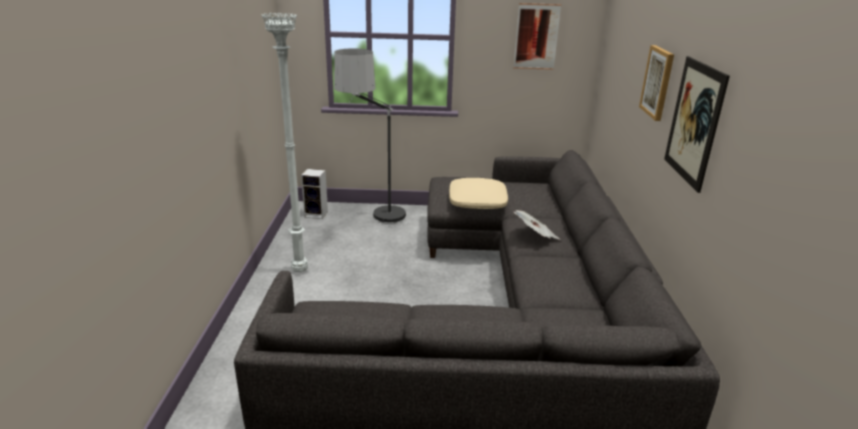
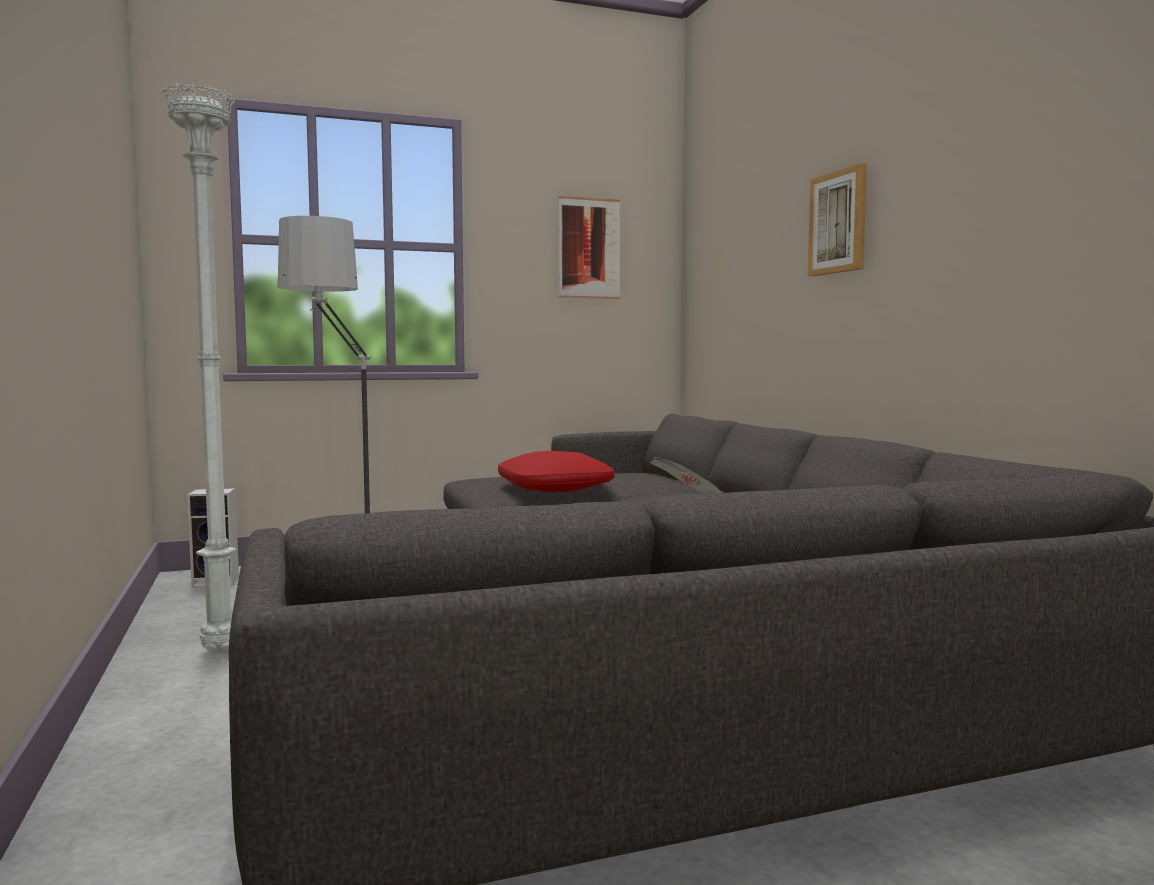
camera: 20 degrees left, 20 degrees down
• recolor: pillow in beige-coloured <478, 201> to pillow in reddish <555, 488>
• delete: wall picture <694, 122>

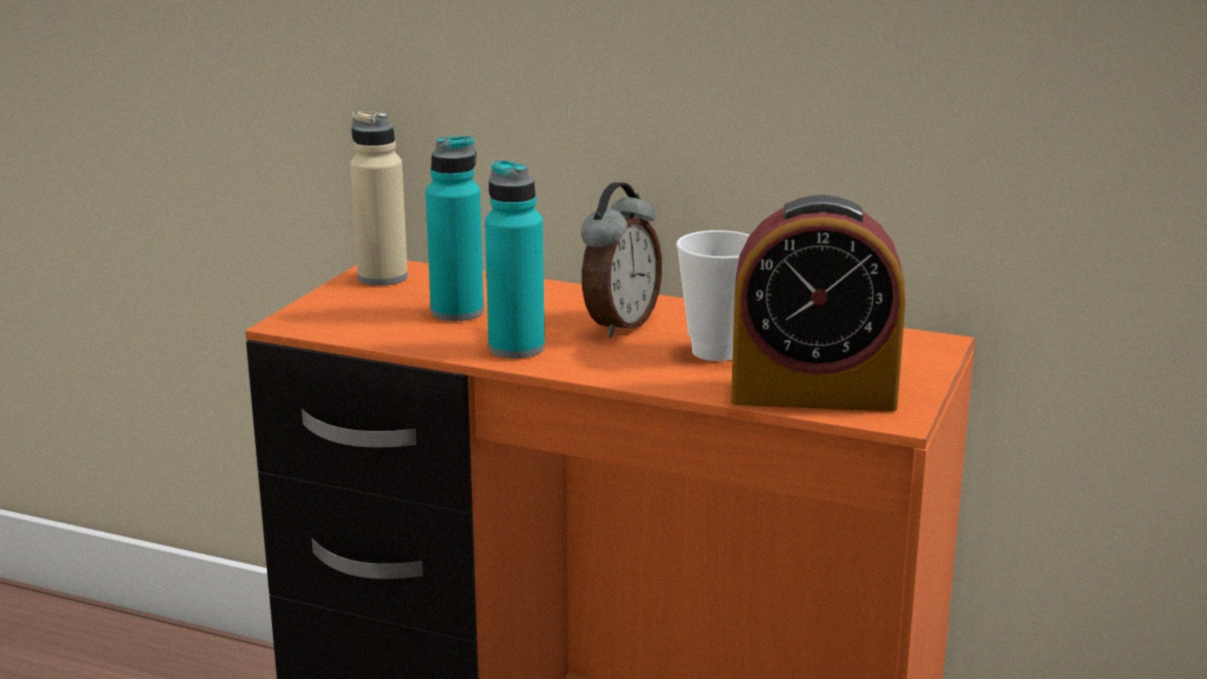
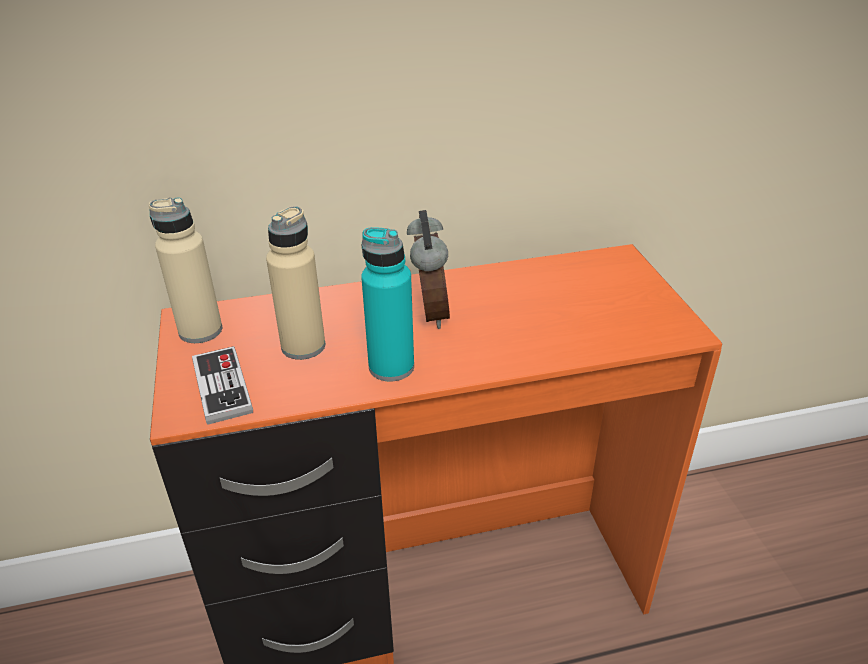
camera: 35 degrees left, 15 degrees up
• insert: game controller <222, 387>
• recolor: bottle in turquoise-coloured <457, 312> to bottle in beige-coloured <303, 346>
• delete: cup <716, 351>
• delete: table clock <813, 394>

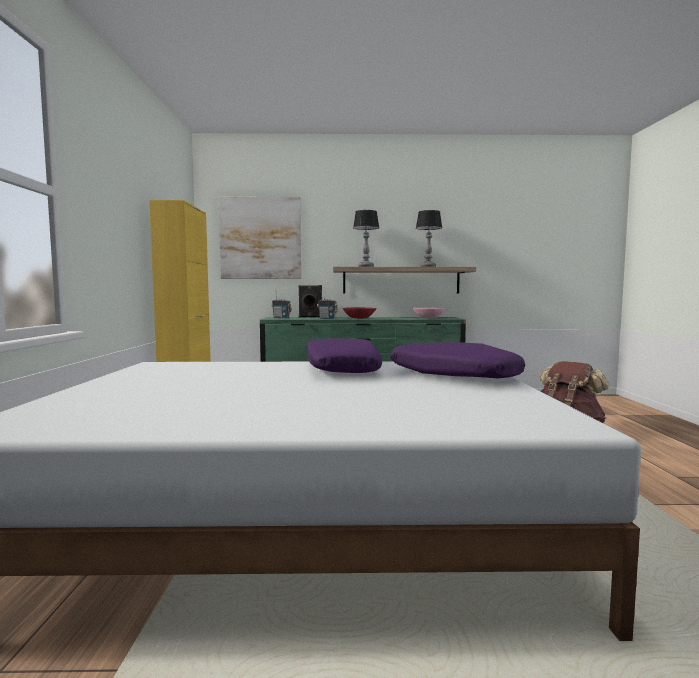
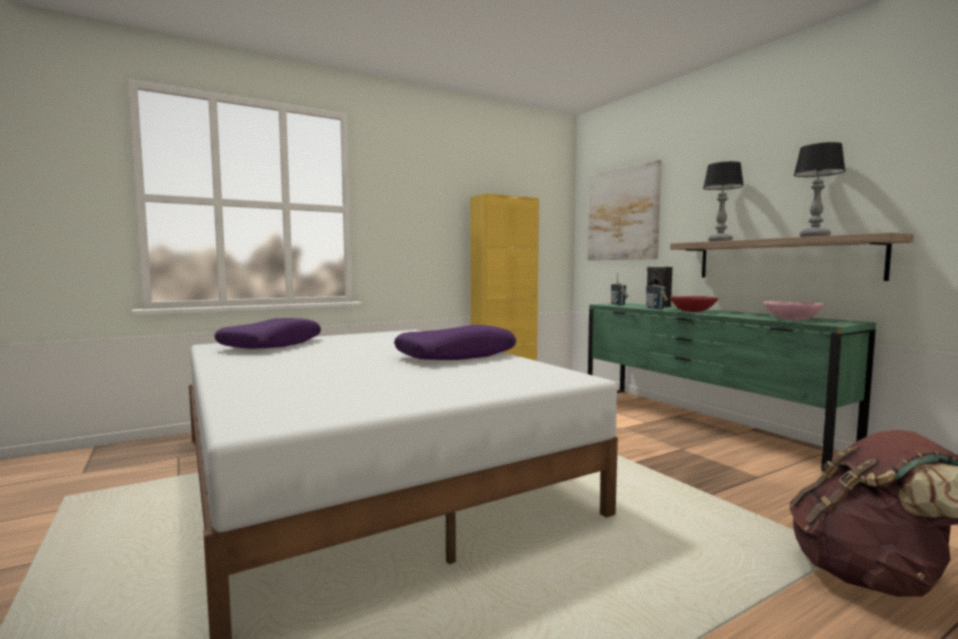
camera: 60 degrees right, 0 degrees up
• move: pillow in purple <453, 375> to <271, 345>

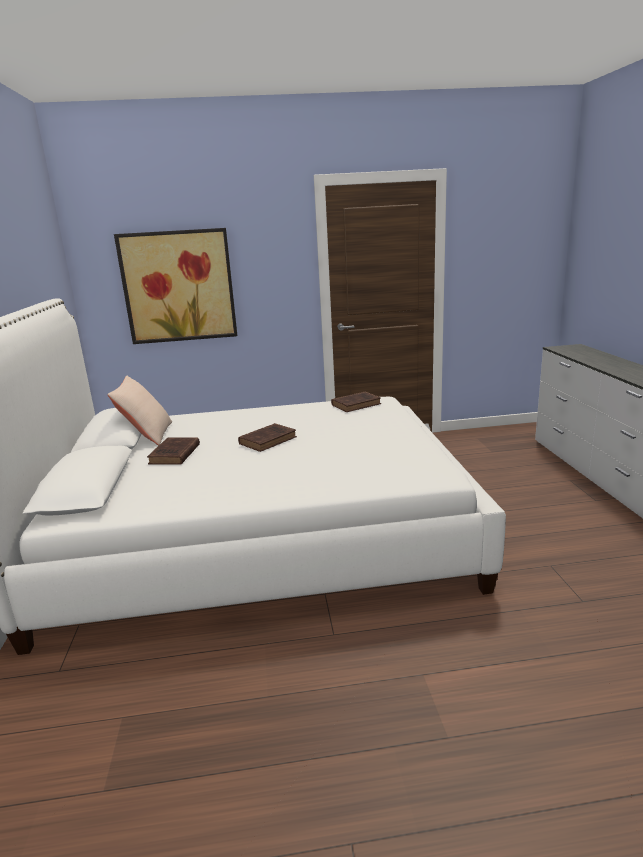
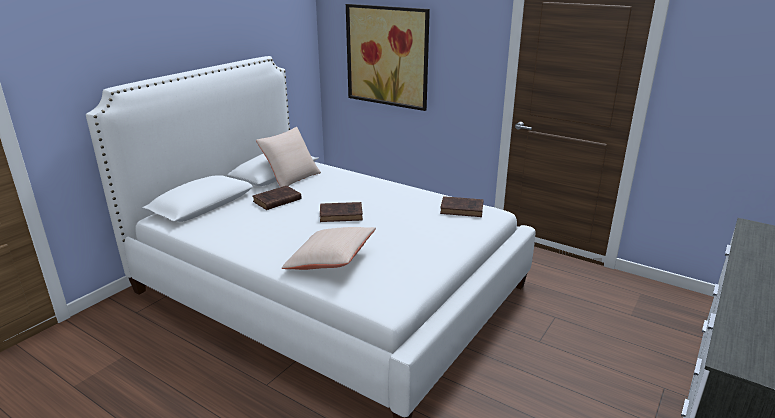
camera: 40 degrees right, 5 degrees up
• insert: pillow in beige-coloured <330, 260>

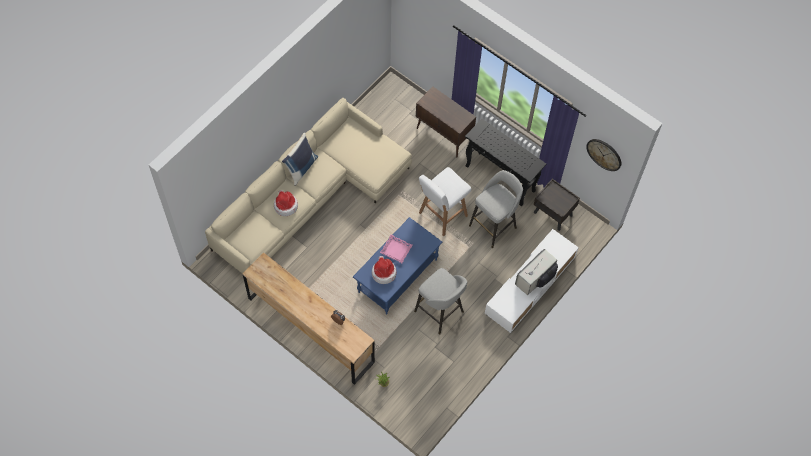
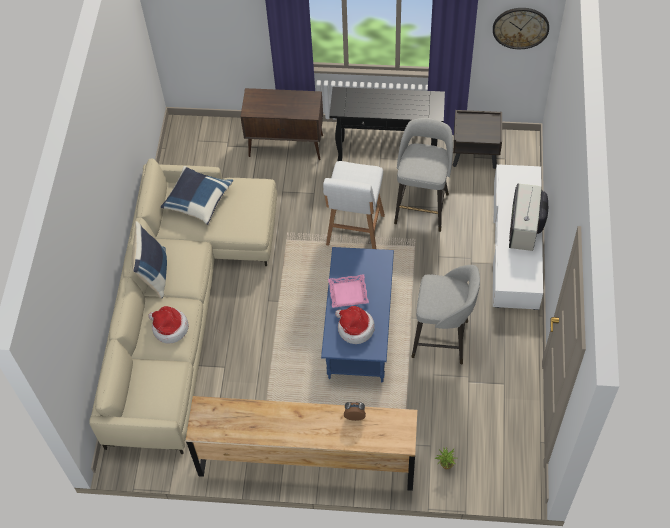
camera: 30 degrees left, 5 degrees down
• insert: pillow in blue-coloured <198, 201>

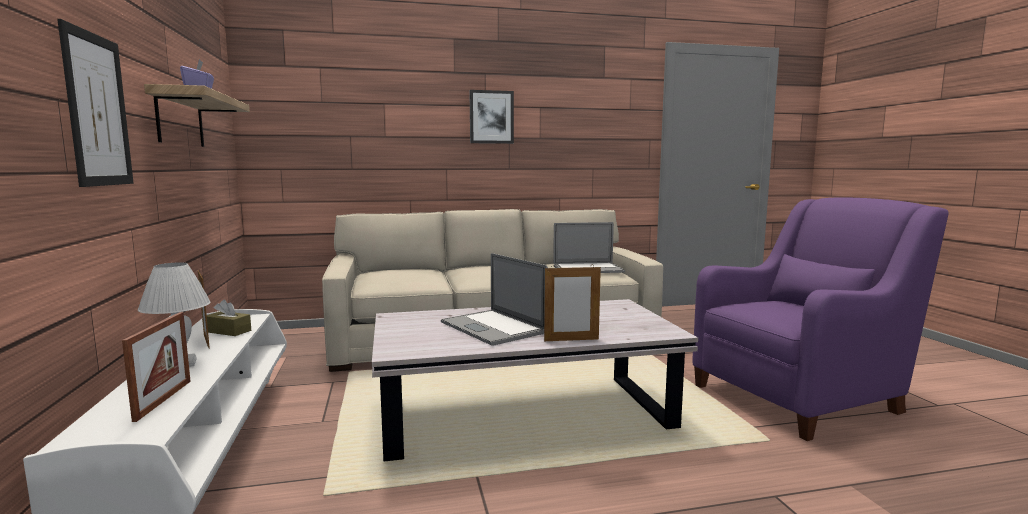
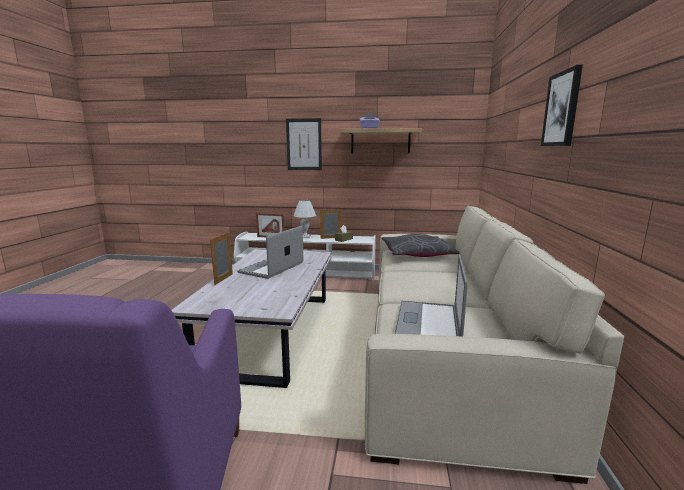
camera: 110 degrees right, 5 degrees up
• rotate: laptop <492, 327> = <271, 268> 45 degrees counterclockwise
• insert: pillow in grey <417, 254>

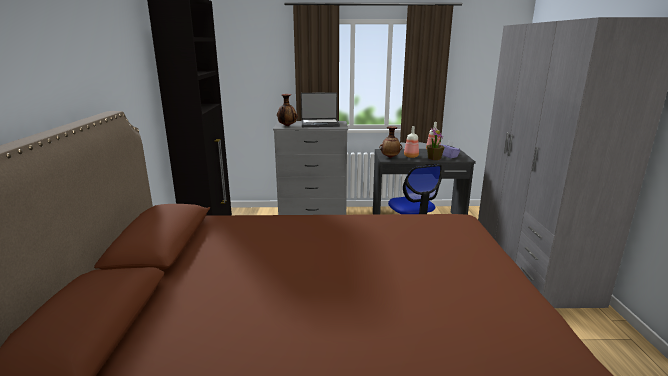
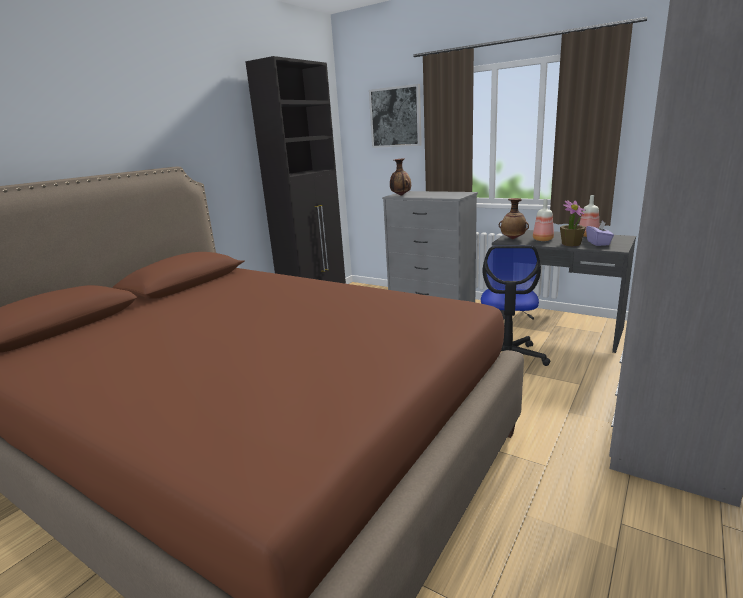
camera: 35 degrees right, 0 degrees up
• insert: wall picture <396, 117>
• delete: laptop <320, 124>

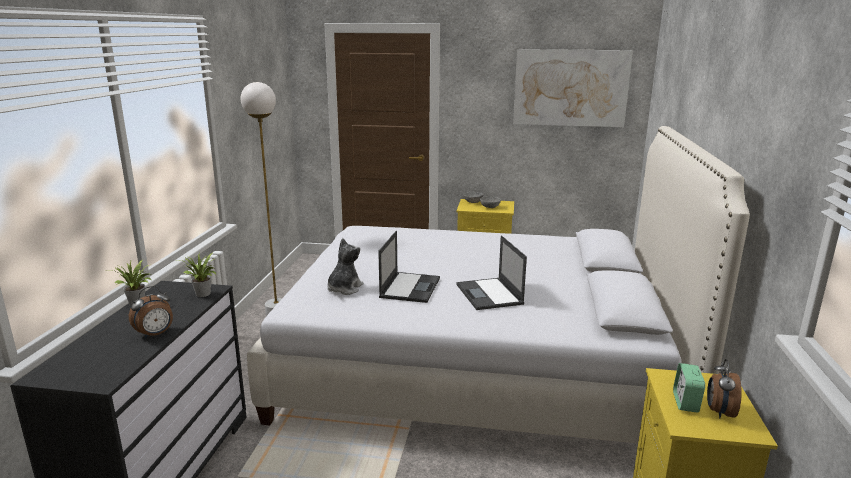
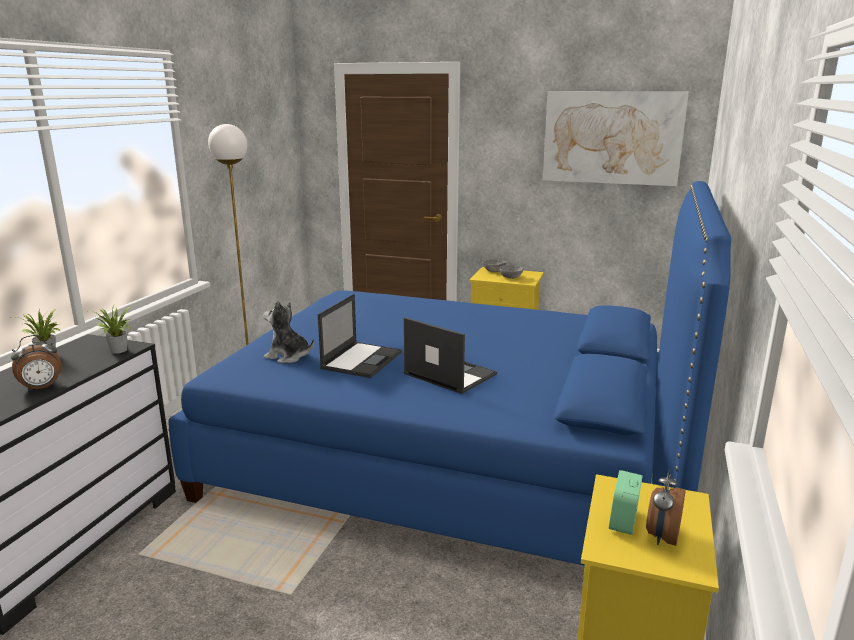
camera: 10 degrees right, 0 degrees up
• recolor: sleeping bed in white-coloured <478, 365> to sleeping bed in blue-coloured <454, 458>
• rotate: cuddly toy <344, 288> = <288, 356> 105 degrees counterclockwise
• rotate: laptop <489, 294> = <449, 374> 135 degrees clockwise

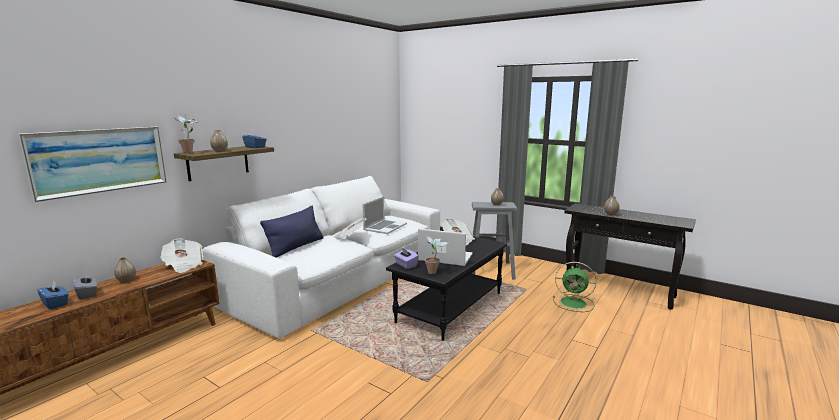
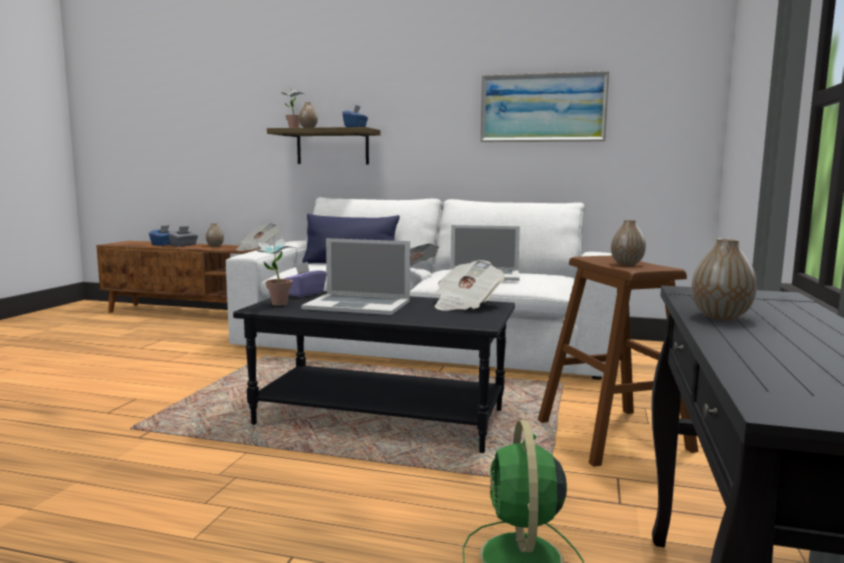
camera: 70 degrees right, 5 degrees down
• rotate: laptop <445, 257> = <357, 305> 105 degrees clockwise
• move: wall picture <99, 160> to <542, 108>
• recolor: sitting stool in grey <491, 270> to sitting stool in brownish <613, 436>

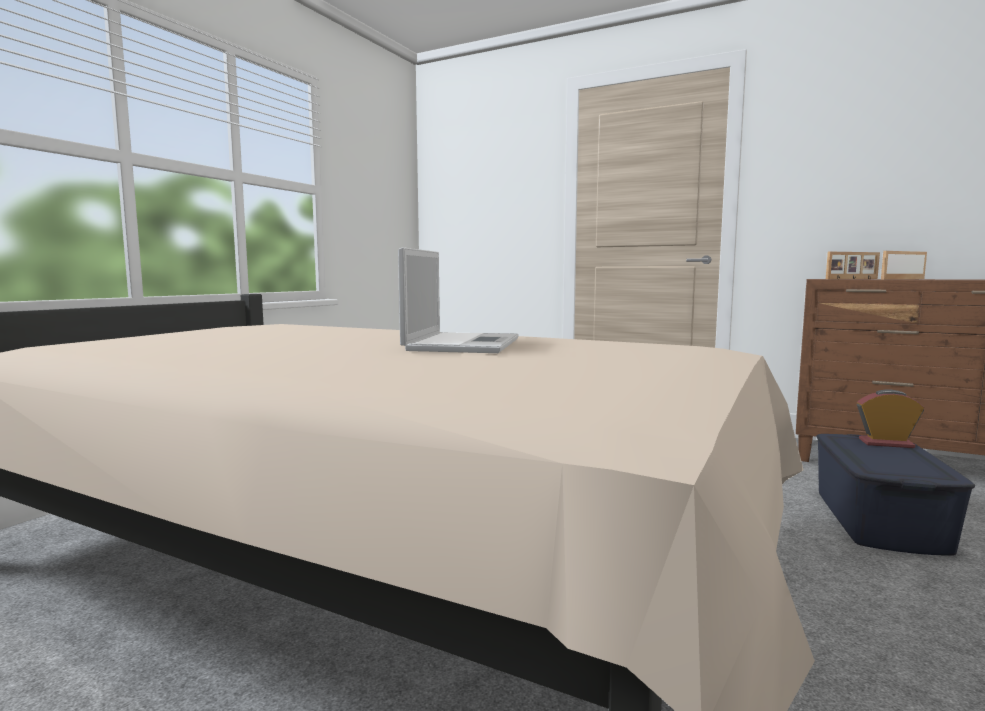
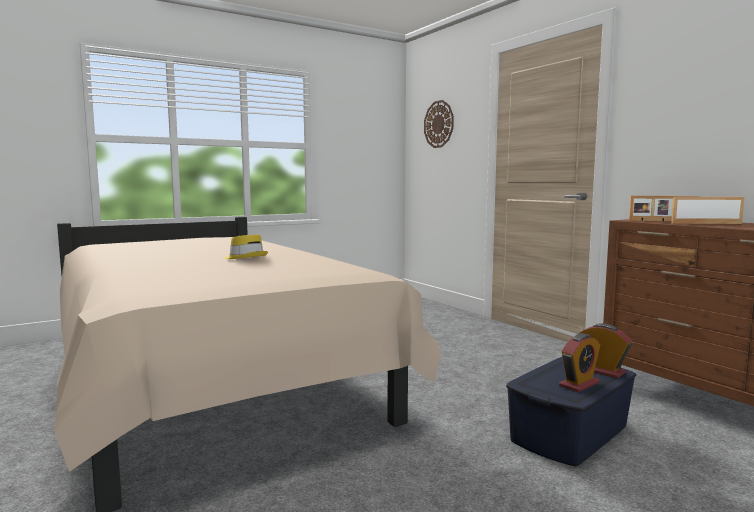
camera: 30 degrees right, 0 degrees up
• replace: laptop <463, 344> to hat in yellow <245, 257>
• insert: clock on the wall <439, 124>
• insert: table clock <579, 384>

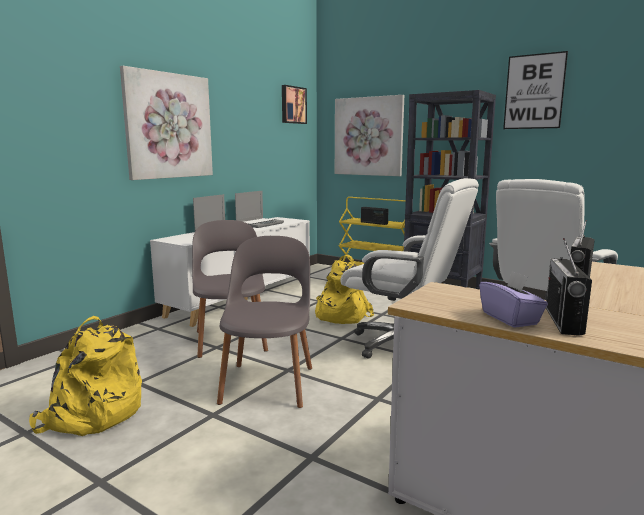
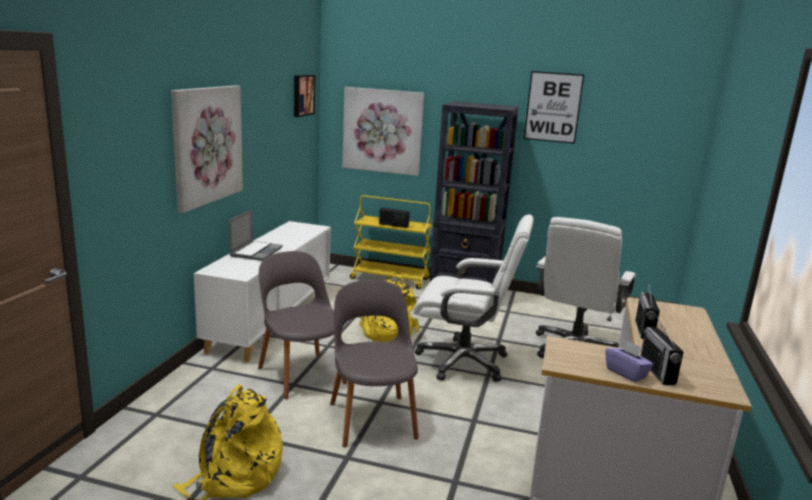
camera: 20 degrees left, 5 degrees up
• delete: laptop <260, 224>

